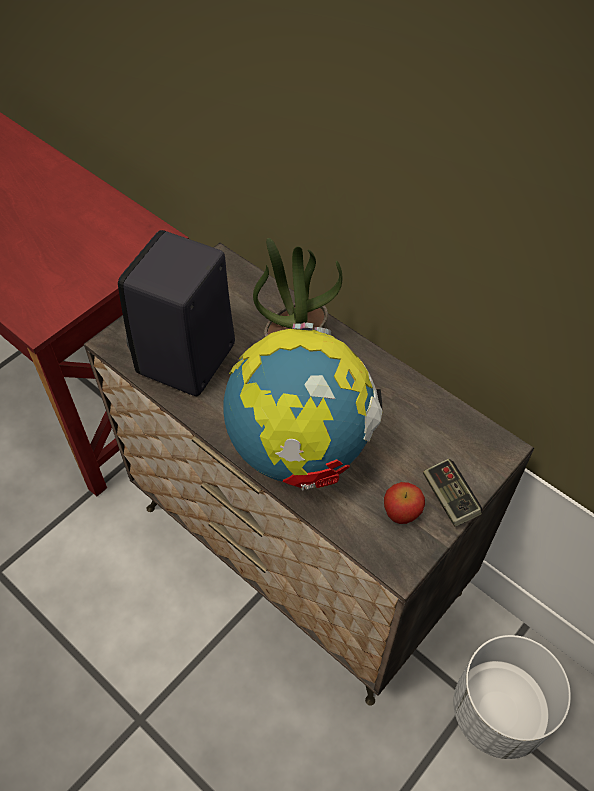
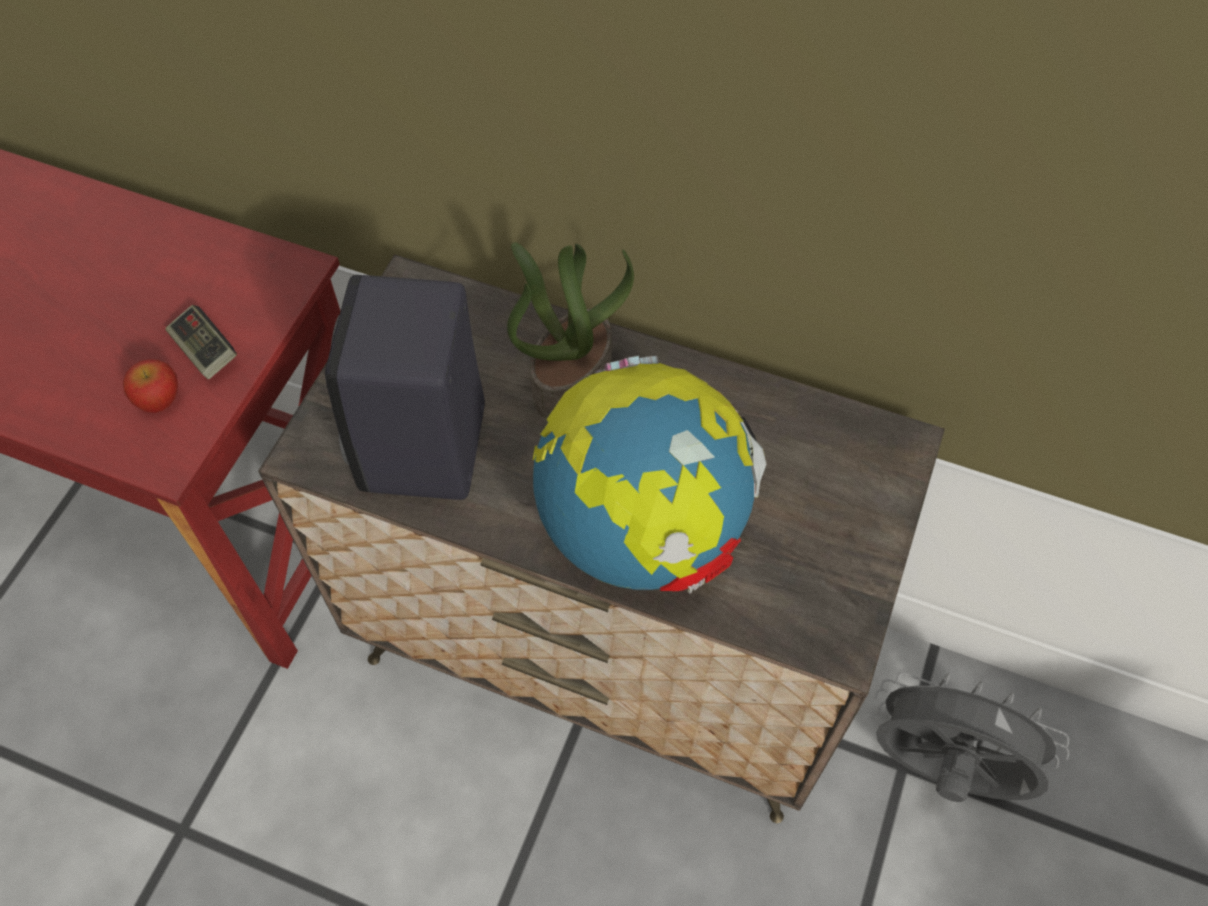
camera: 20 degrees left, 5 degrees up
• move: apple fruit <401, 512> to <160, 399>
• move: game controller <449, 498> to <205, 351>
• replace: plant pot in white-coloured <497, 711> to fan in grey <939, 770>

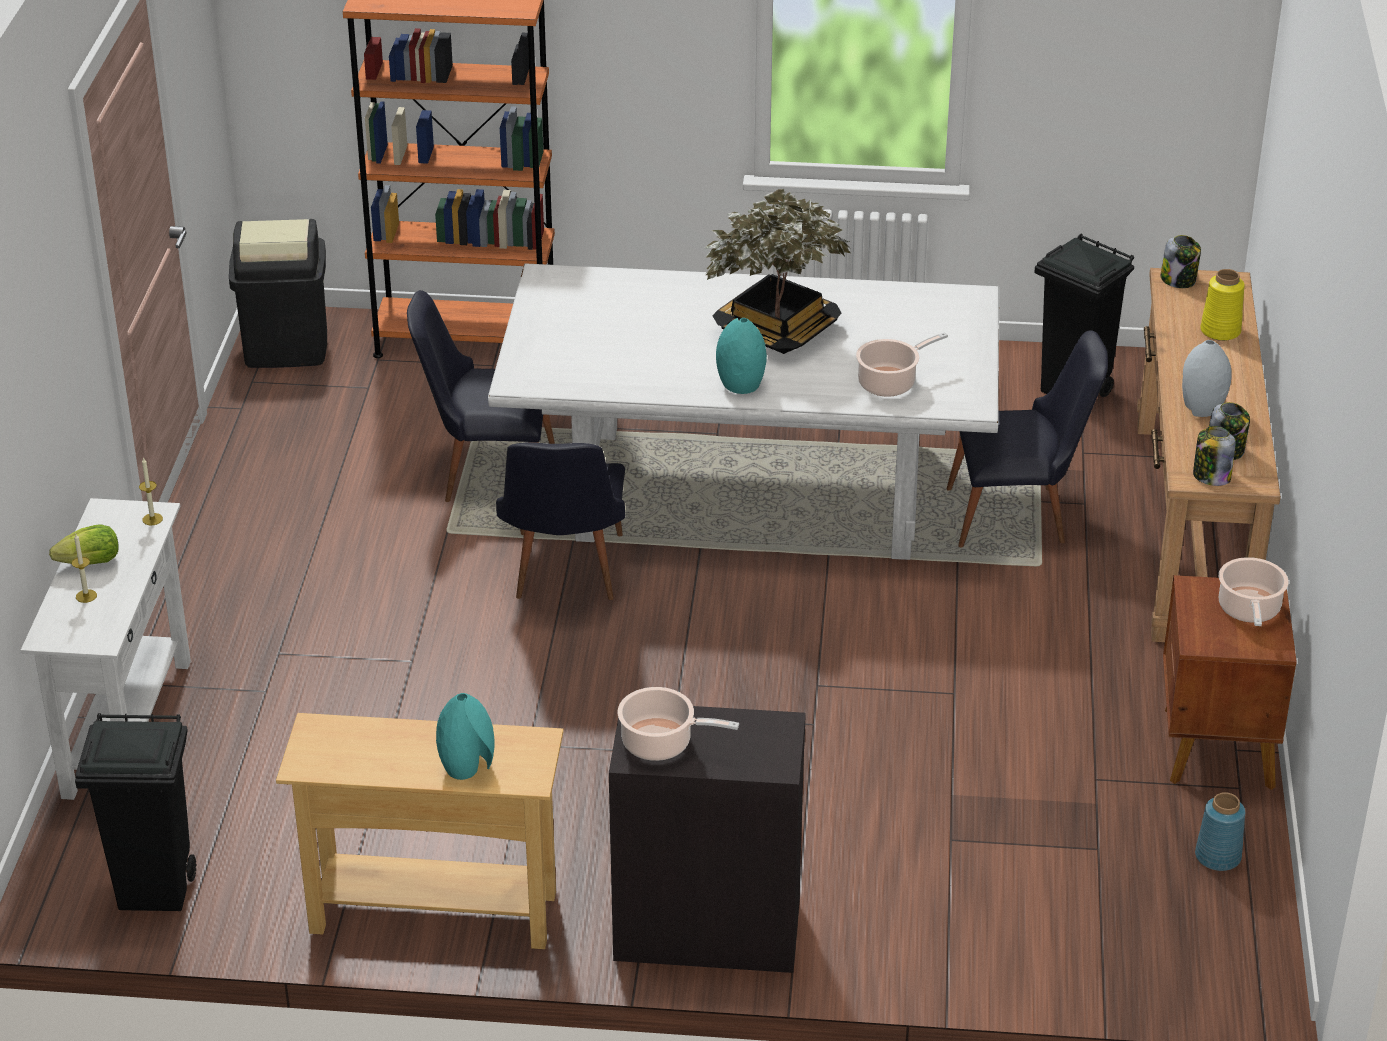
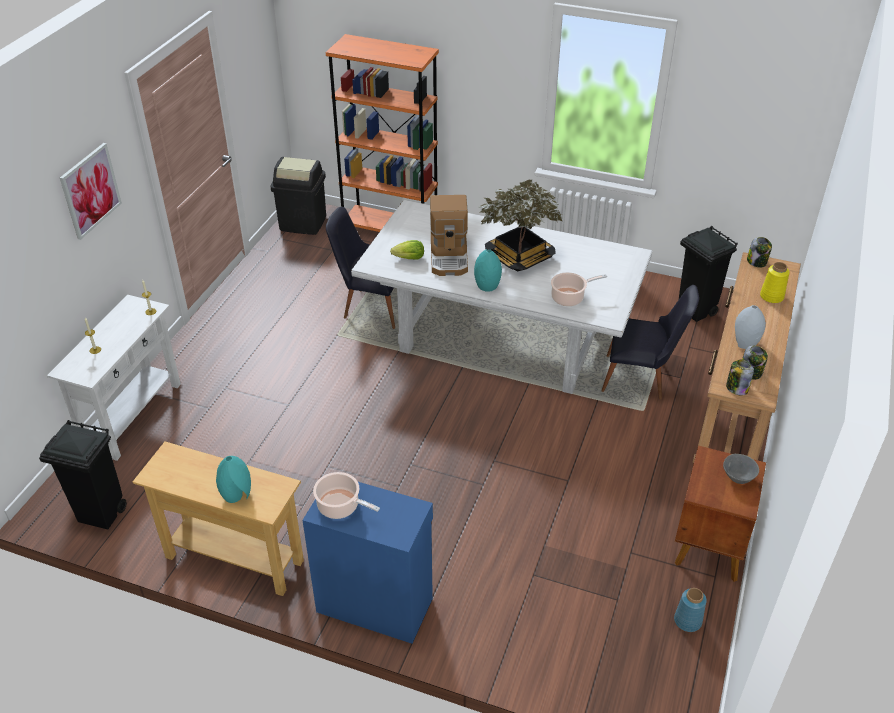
camera: 15 degrees right, 5 degrees up
• insert: wall picture <90, 190>
• recolor: cupboard in blackish <706, 929> to cupboard in blue-coloured <374, 603>
• move: head of lettuce <91, 563> to <409, 258>
• insert: coffee brewer <450, 256>
• replace: stockpot <1249, 610> to serving bowl in grey <737, 478>
• delete: plain chair in blackish <564, 575>

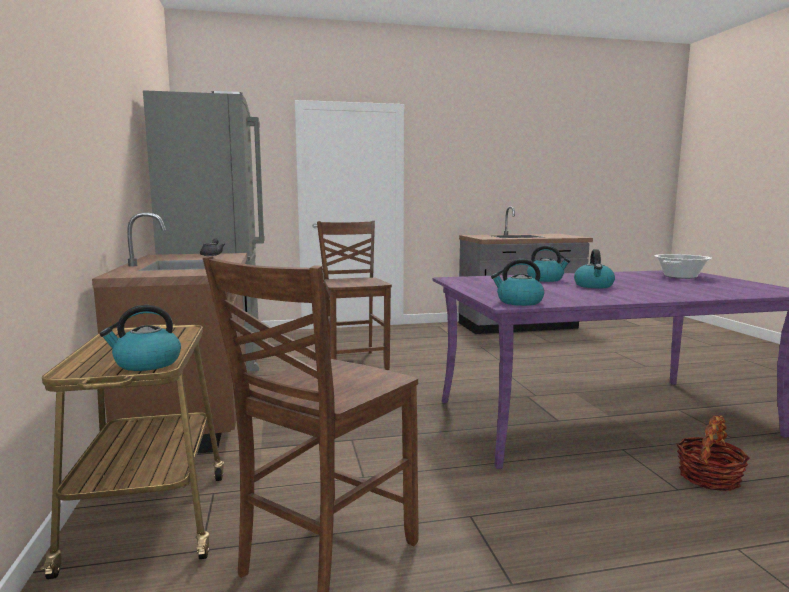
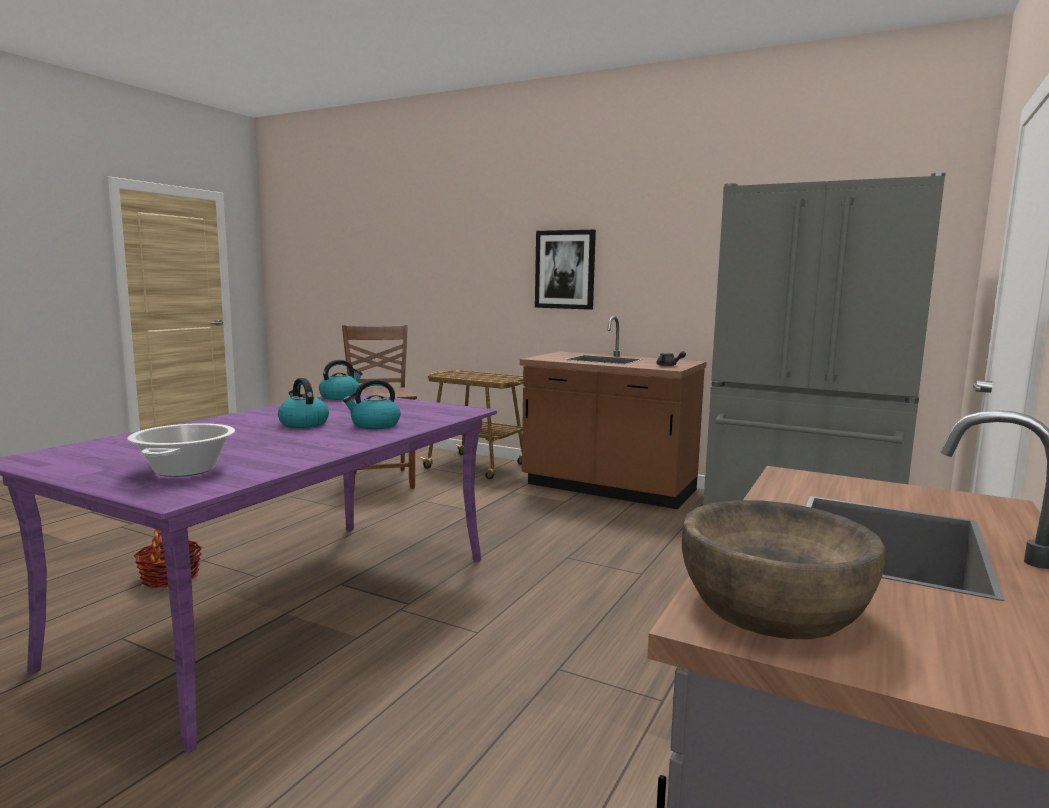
camera: 130 degrees right, 0 degrees up
• insert: wall picture <565, 269>
• insert: serving bowl in brownish <772, 605>
• delete: water kettle <146, 363>
• delete: plain chair in brownish <355, 362>

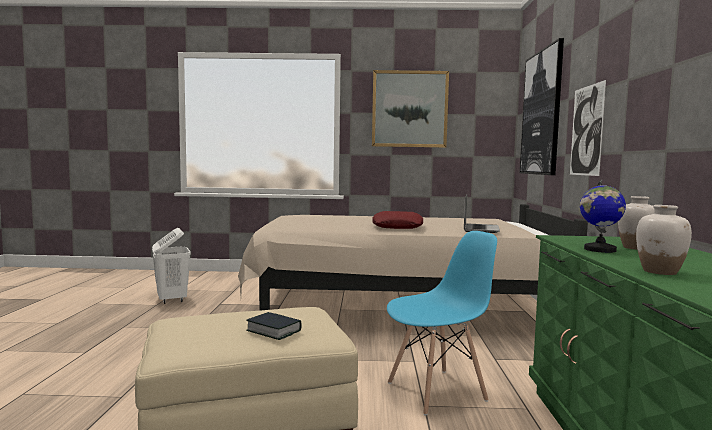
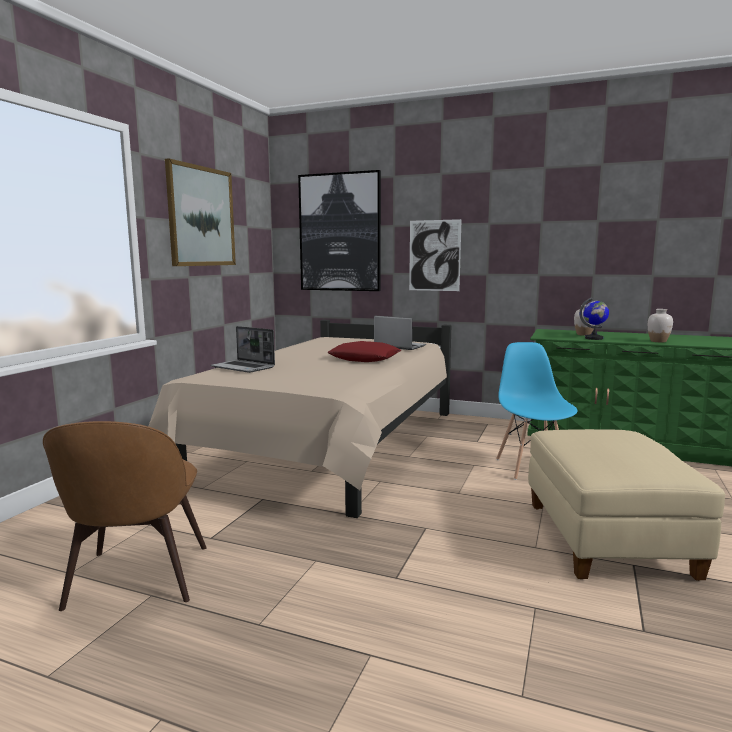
camera: 70 degrees left, 5 degrees up
• replace: laundry basket in white-coloured <171, 300> to plain chair in brownish <137, 580>
• insert: laptop <244, 367>
• delete: book <273, 331>

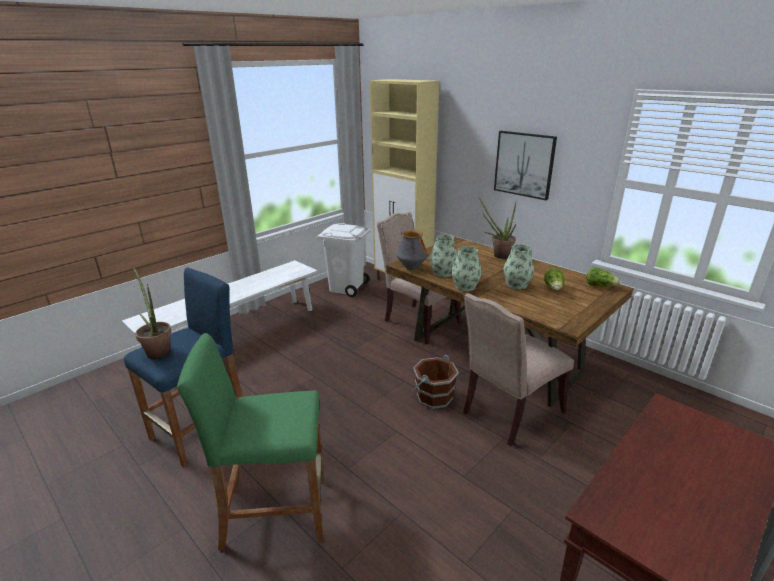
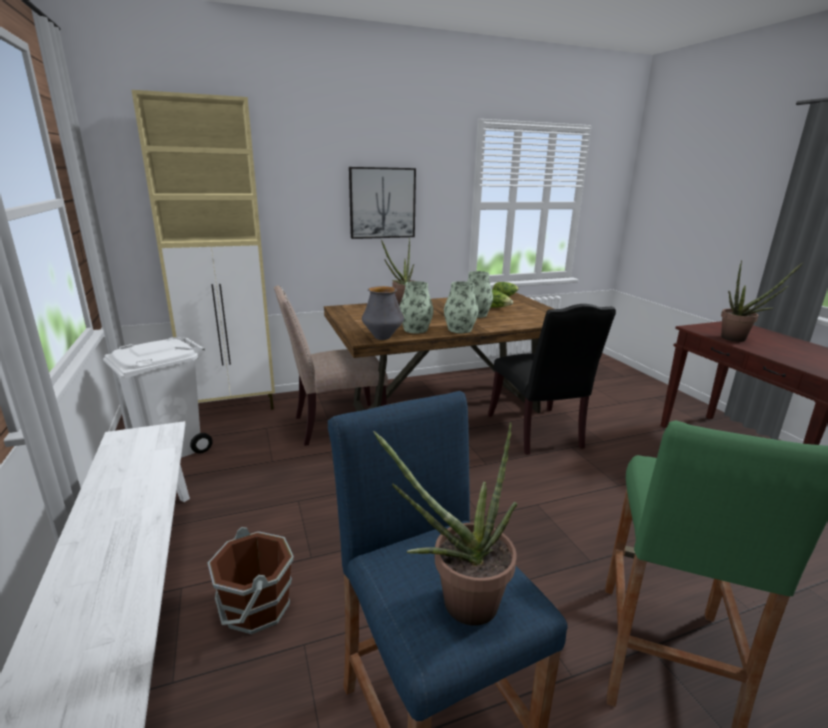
camera: 65 degrees left, 5 degrees down
• move: bucket in brownish <433, 397> to <255, 607>
• recolor: plain chair in beige-coloured <509, 413> to plain chair in blackish <538, 433>
• insert: houseplant <739, 339>

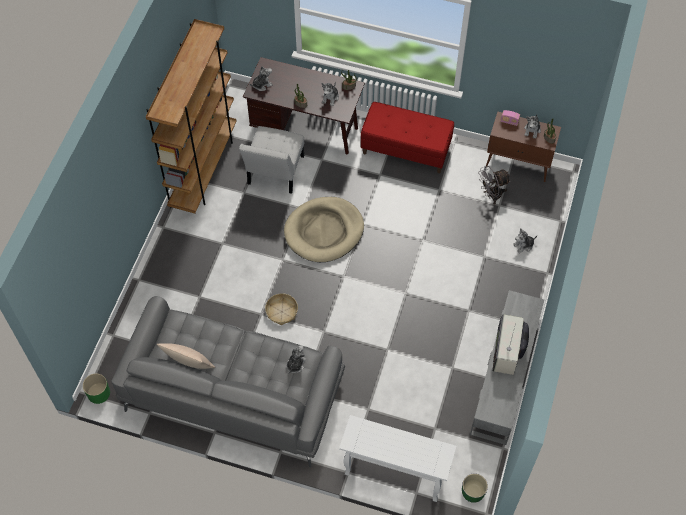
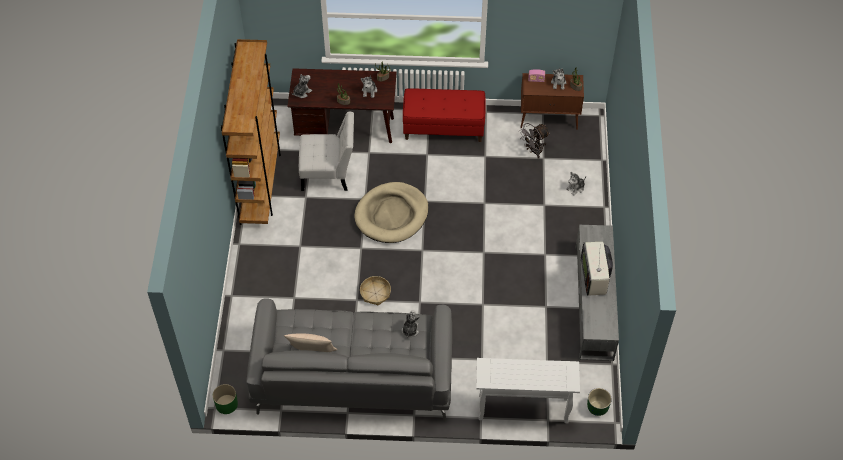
camera: 15 degrees left, 5 degrees down
• rotate: plain chair in white-coloured <274, 173> = <329, 173> 90 degrees counterclockwise

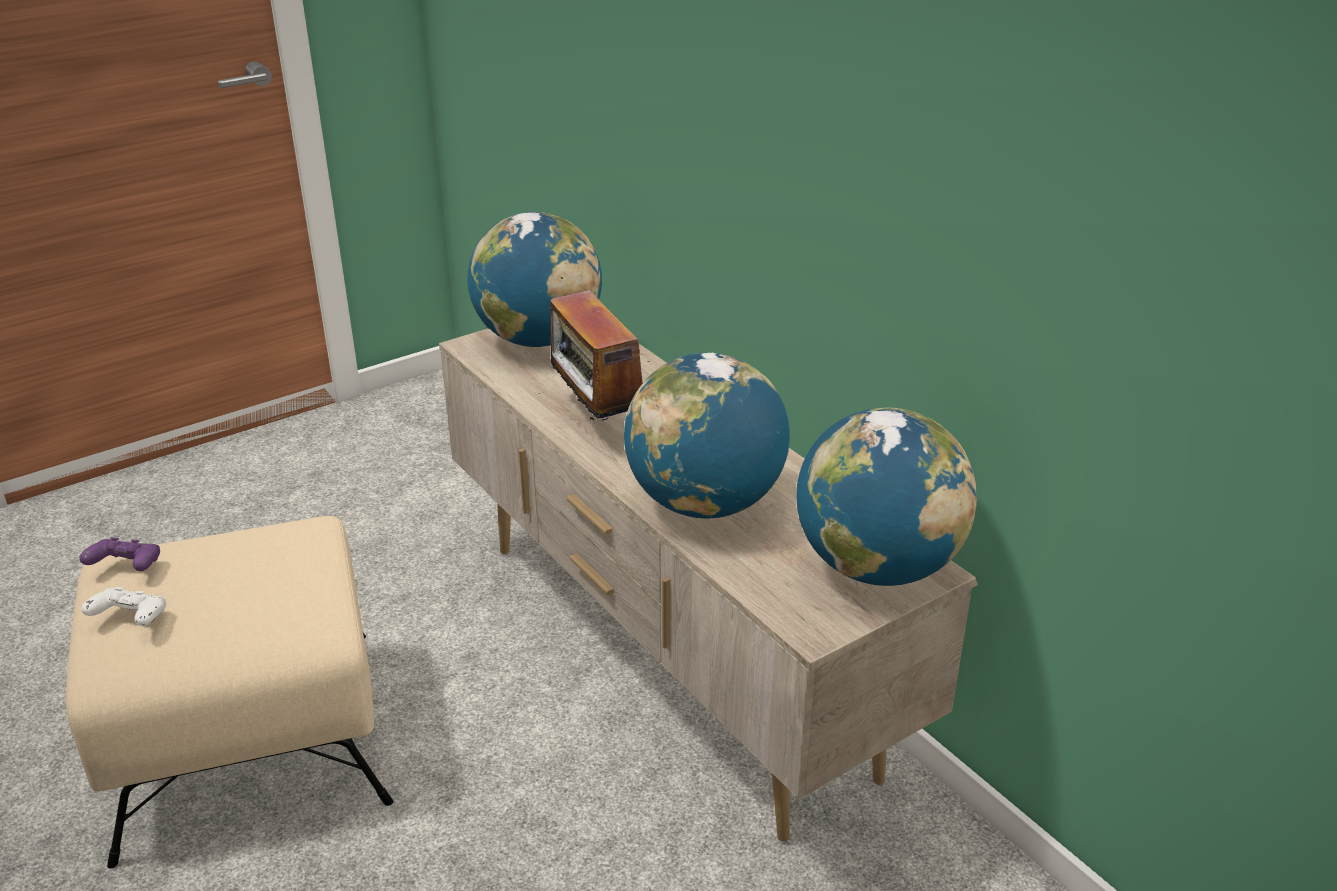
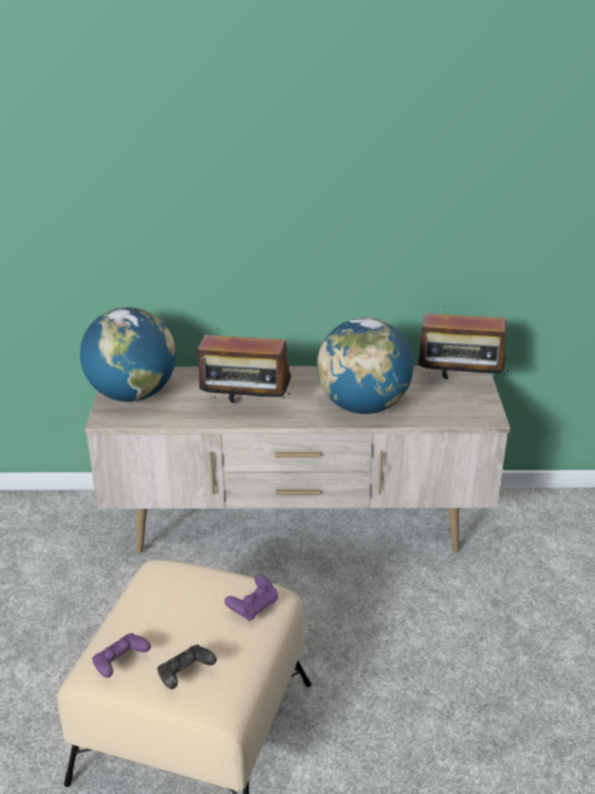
camera: 55 degrees left, 0 degrees up
• recolor: game controller in white-coloured <131, 620> to game controller in blackish <185, 675>
• insert: game controller in purple <253, 606>
• replace: desk globe <877, 566> to radio set <459, 384>

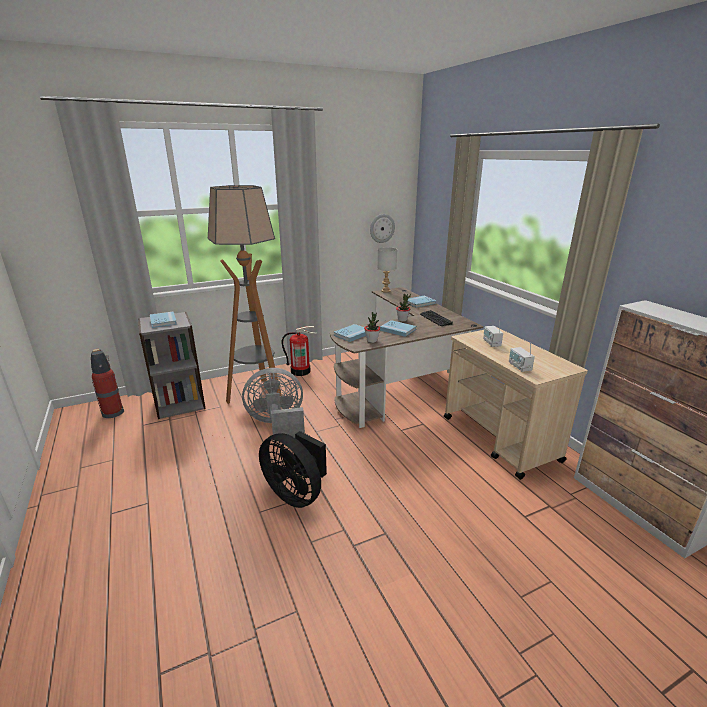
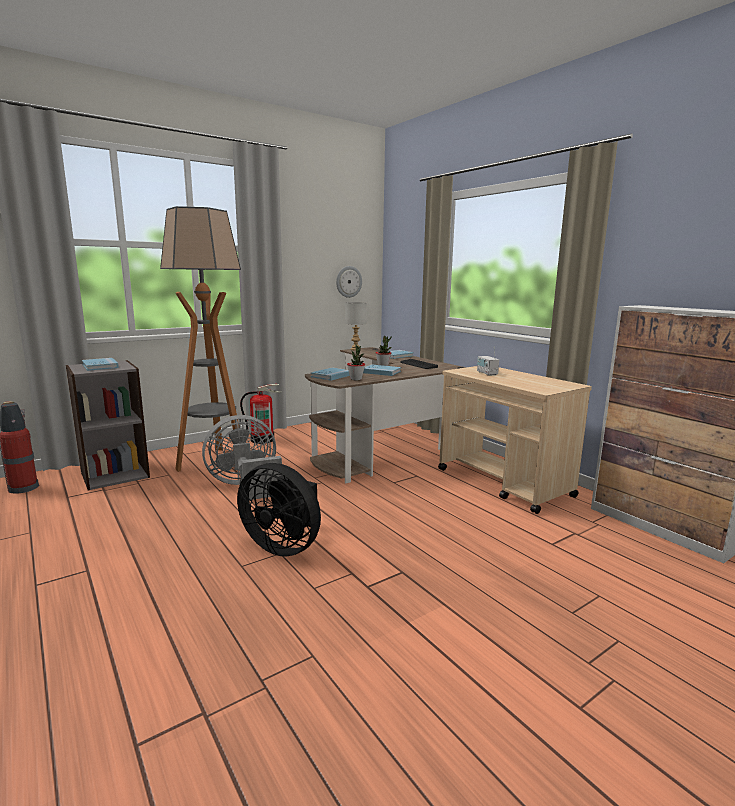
camera: 10 degrees left, 10 degrees down
• delete: radio set <519, 367>

